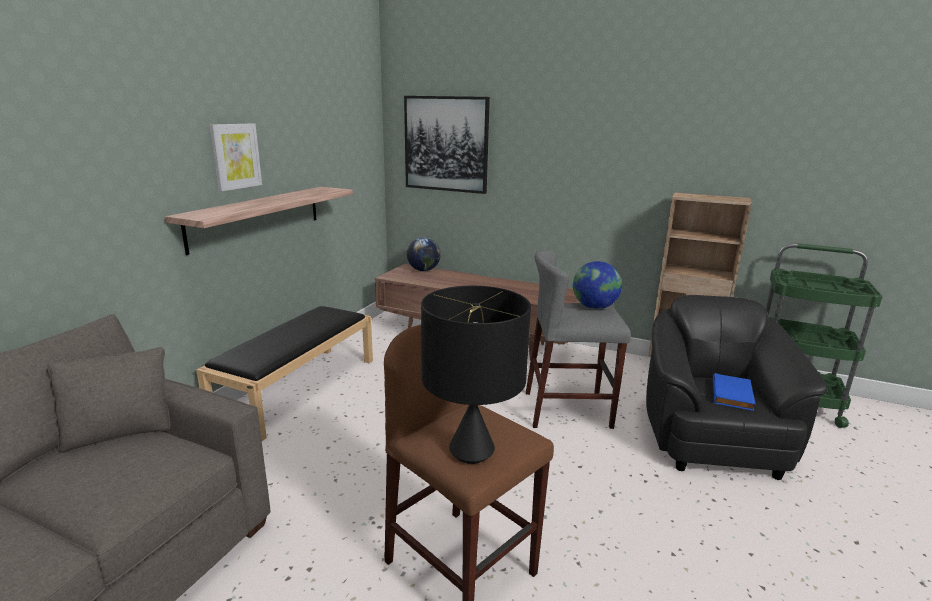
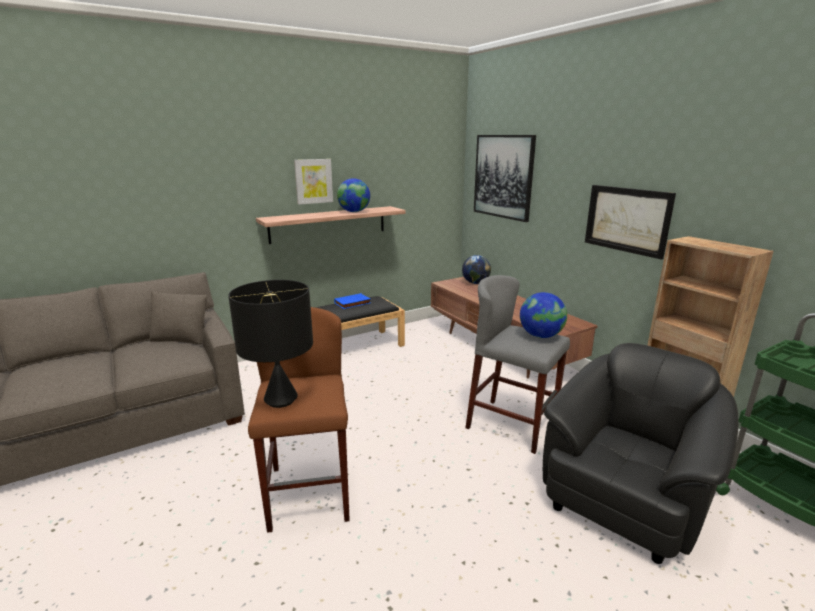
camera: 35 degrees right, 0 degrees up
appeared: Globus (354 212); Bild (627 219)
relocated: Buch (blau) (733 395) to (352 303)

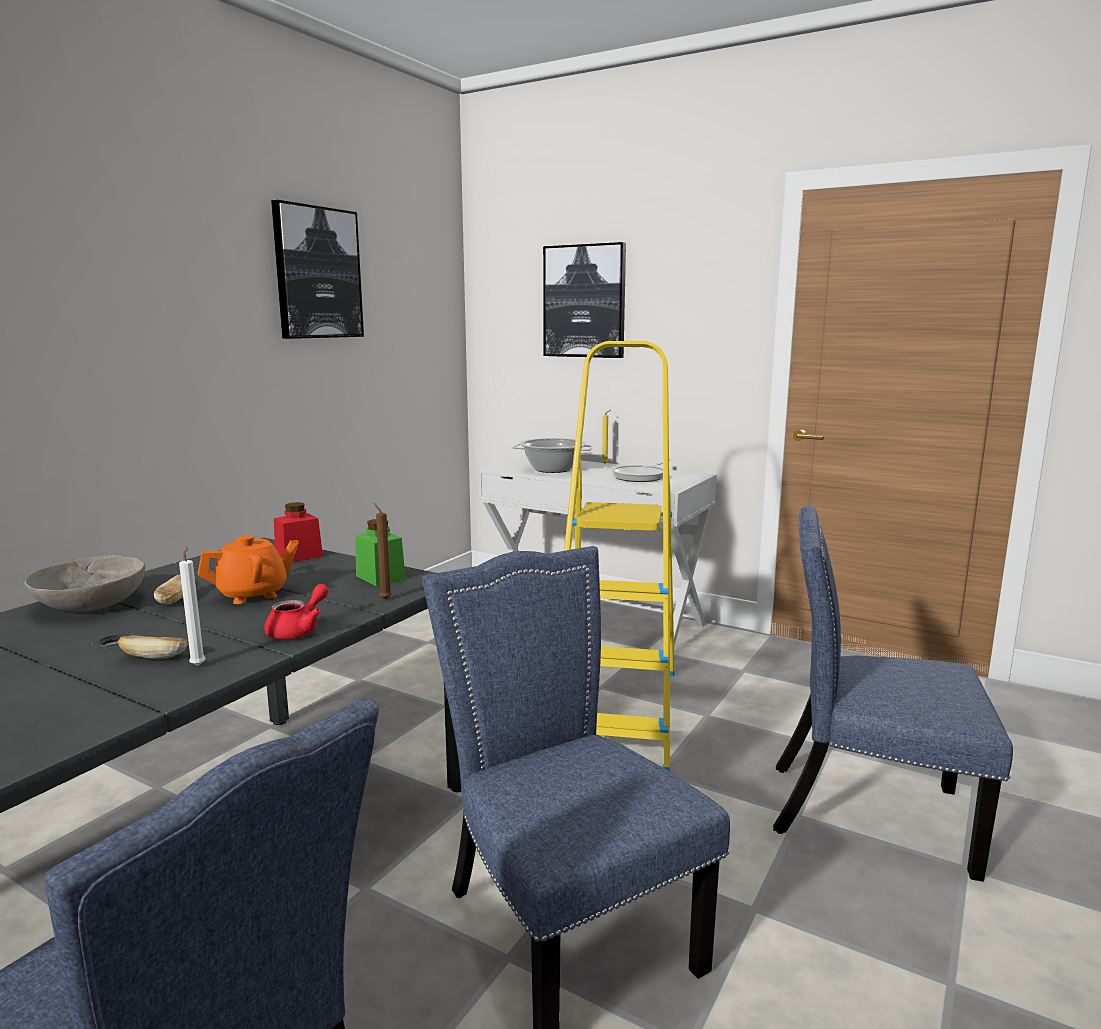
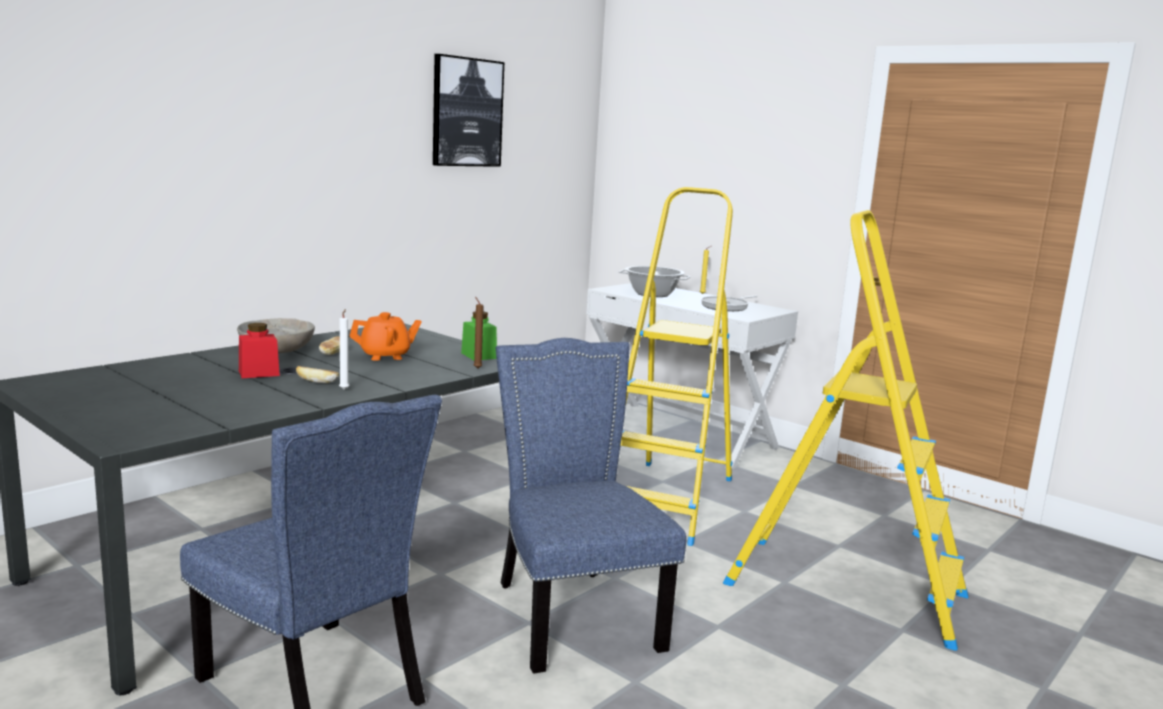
camera: 10 degrees right, 0 degrees up
missing: Bild (584 301); Teekanne (rot) (299 630)
relocated: Vorratsglas (rot) (299 556) to (259 373)
exchanged: Stuhl (blau) (873 815) to Trittleiter (gelb) (847 590)

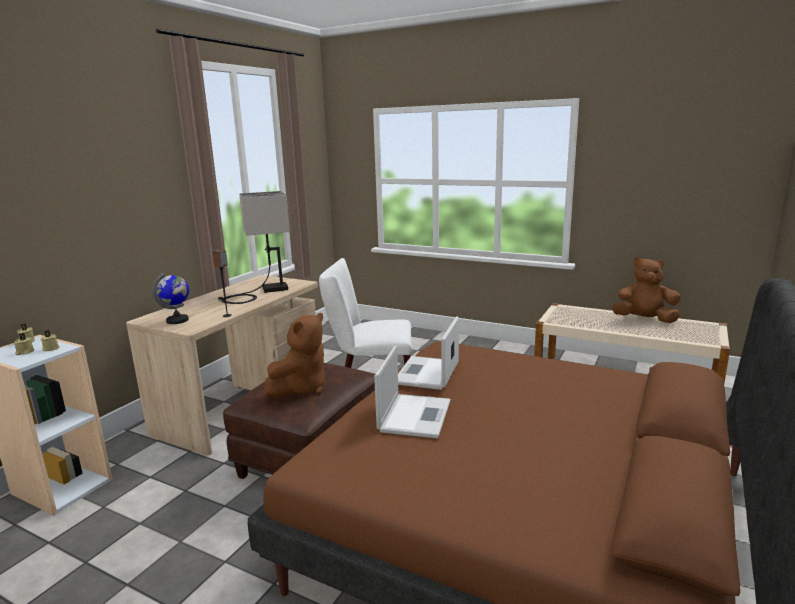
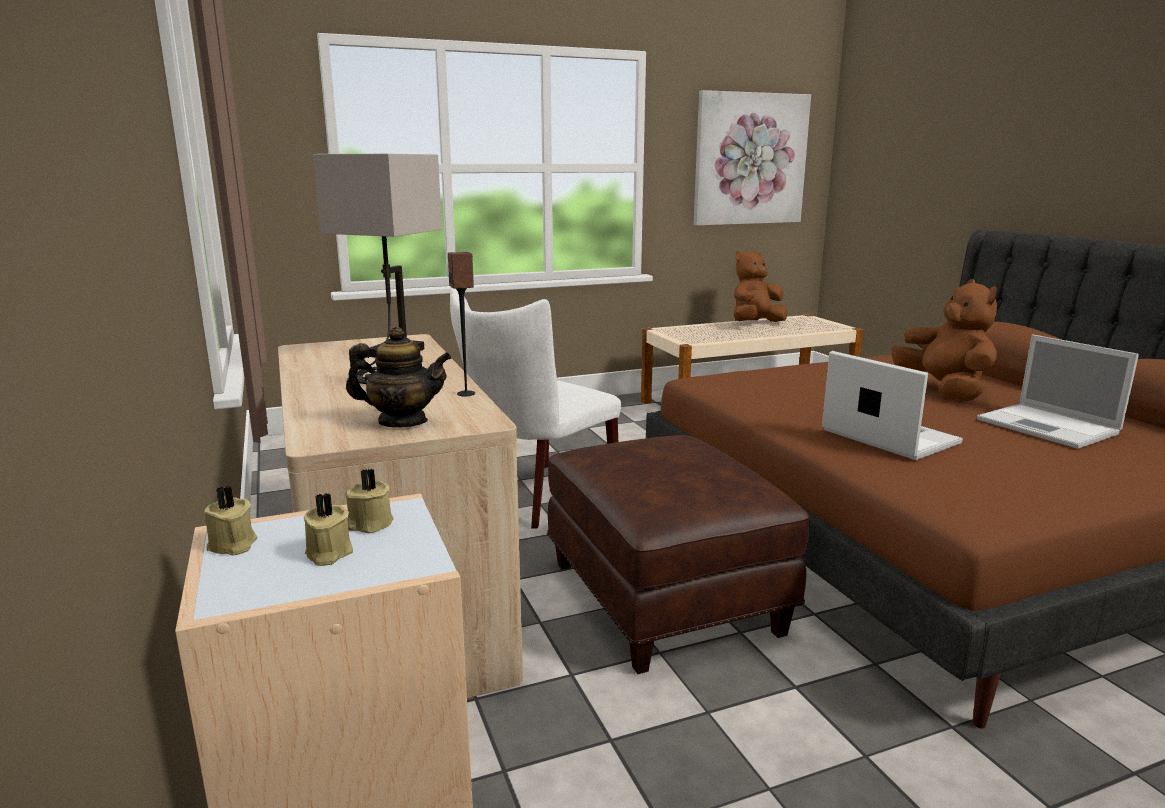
camera: 50 degrees left, 0 degrees up
appeared: Bild (750 159)
relocated: Plüschtier (braun) (301 388) to (944 391); Laptop (427 374) to (1049 427)
exchanged: Globus (178 320) to Teekanne (402 422)

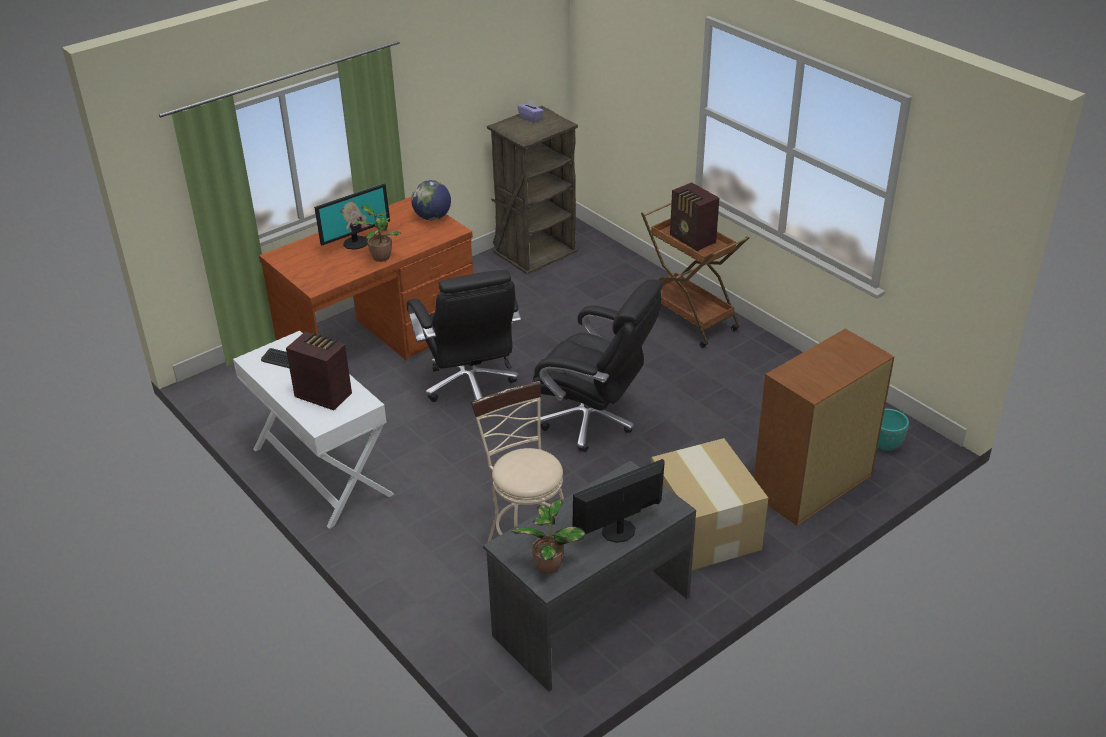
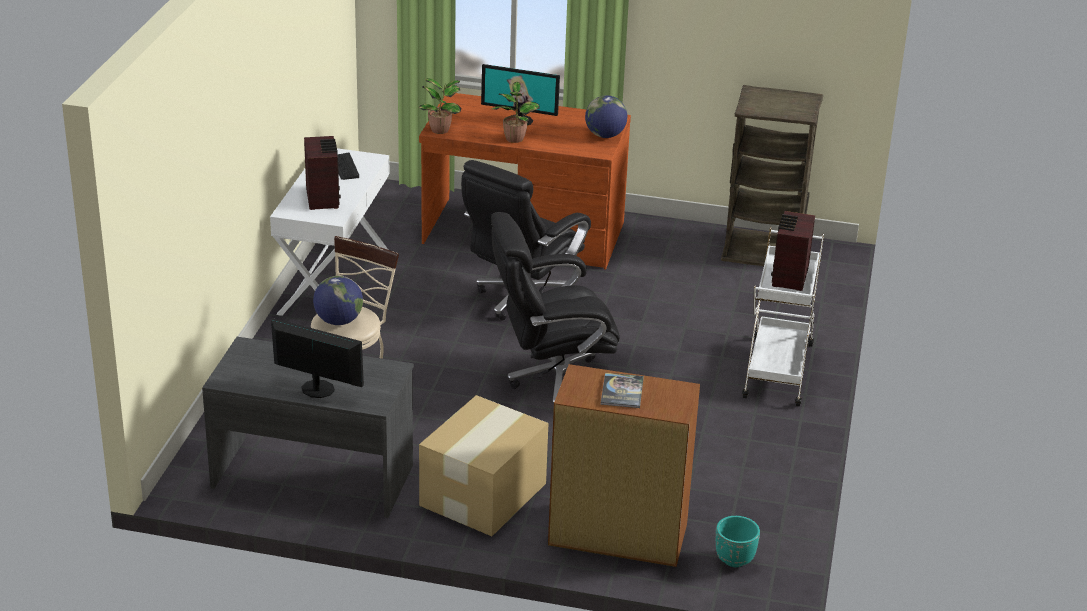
camera: 50 degrees right, 5 degrees down
missing: Taschentuchbox (lila) (531 118)
appeared: Globus (338 321); Buch (622 391)
relocated: Topfpflanze (549 564) to (441 130)
colour: Rollwagen (braun) (686 319) to Rollwagen (weiß) (777 372)
spun: Bürostuhl (schwarz) (593 423) = (552 382) 90 degrees clockwise

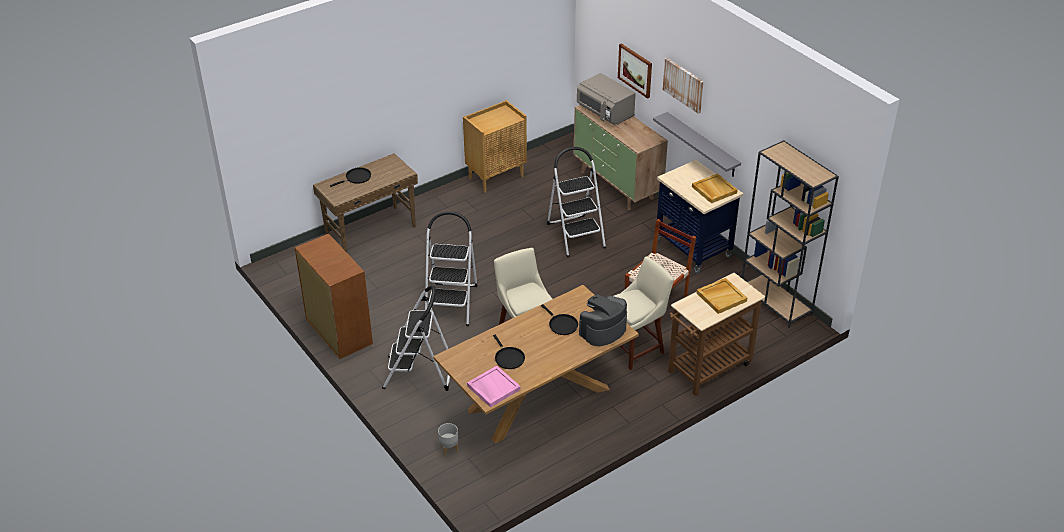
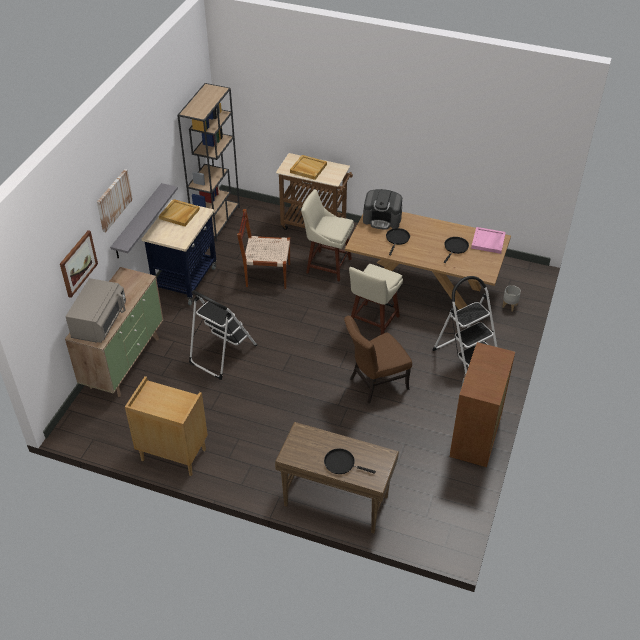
camera: 125 degrees left, 5 degrees up
exchanged: Trittleiter (452 303) to Stuhl (braun) (375 384)

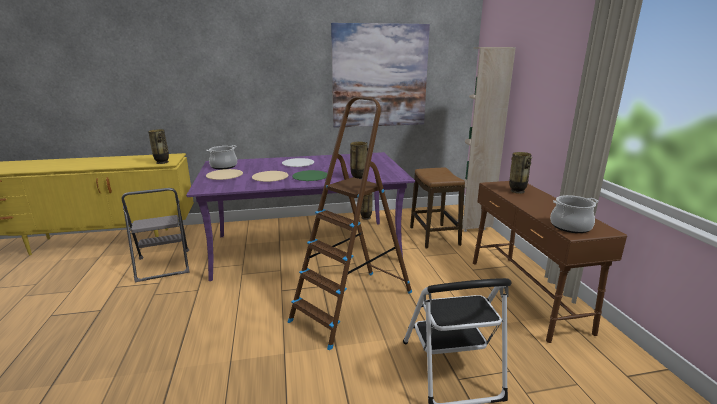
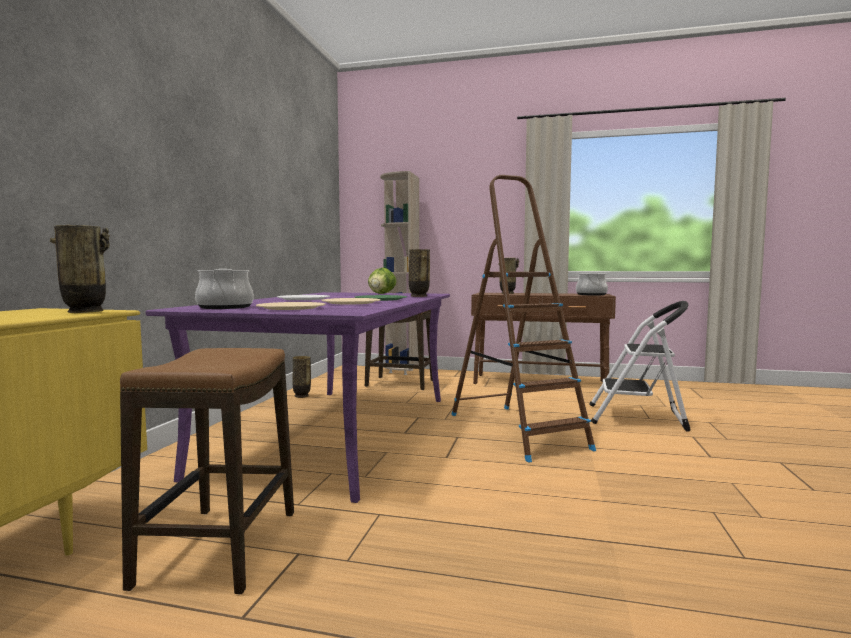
camera: 65 degrees left, 15 degrees down
missing: Bild (379 76)
appeared: Salatkopf (381 293)
exchanged: Trittleiter (grau) (163 266) to Hocker (220 548)

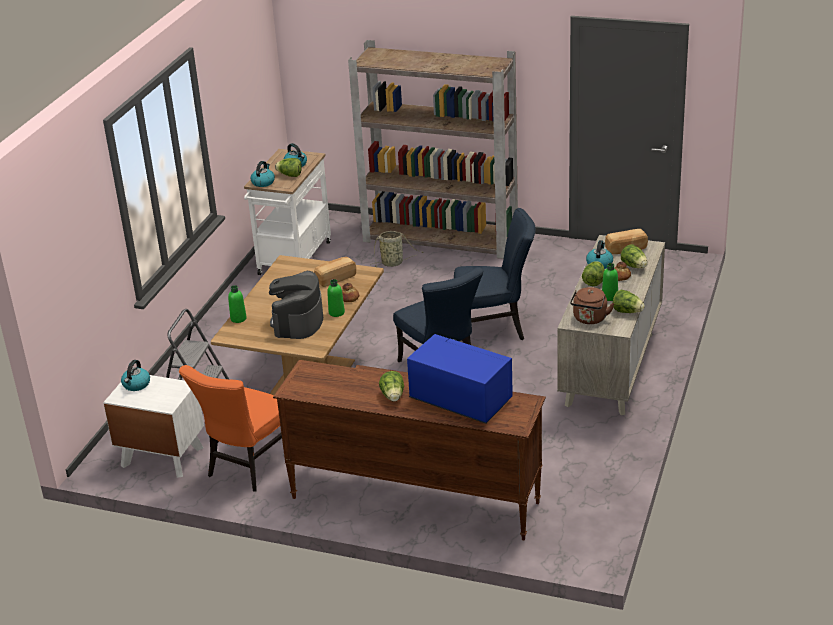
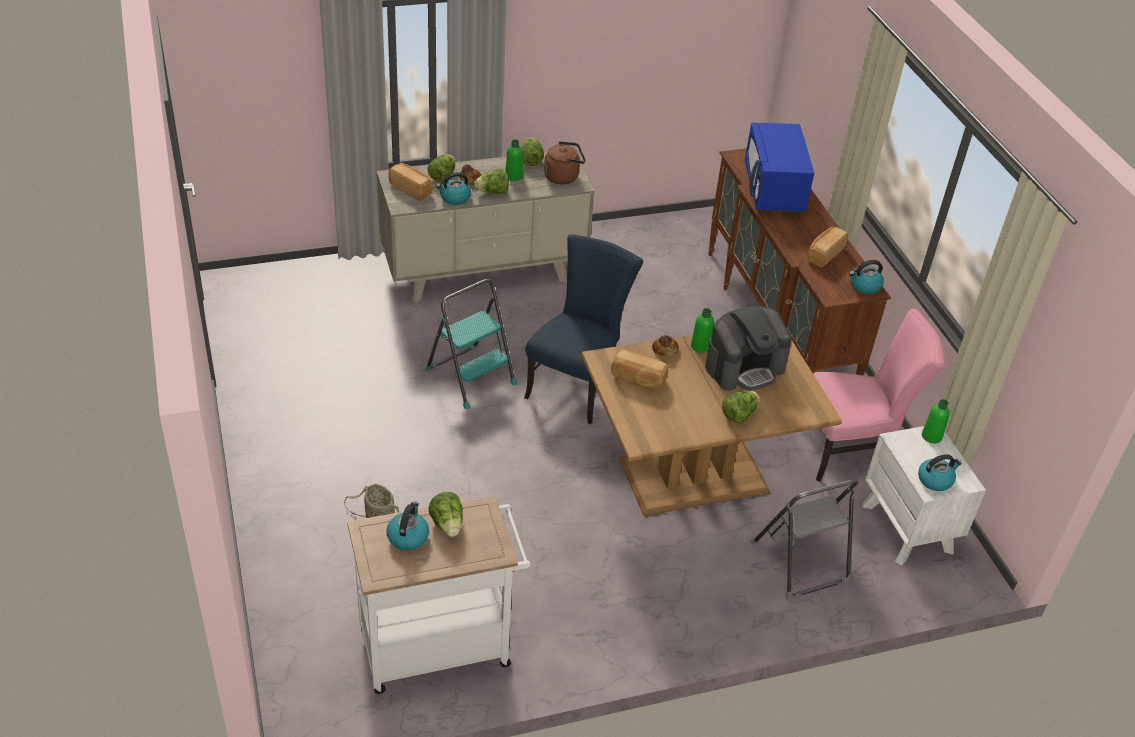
camera: 130 degrees left, 10 degrees up
missing: Bücherregal (braun) (440 238)
appeared: Brot (824 254)
relocated: Wasserkessel (263 182) to (864 286); Flasche (grün) (238 319) to (931 436); Salatkopf (393 397) to (739 414)
exchanged: Stuhl (blau) (495 328) to Trittleiter (türkis) (469 374)
colour: Stuhl (orange) (247 467) to Stuhl (rosa) (852 451)

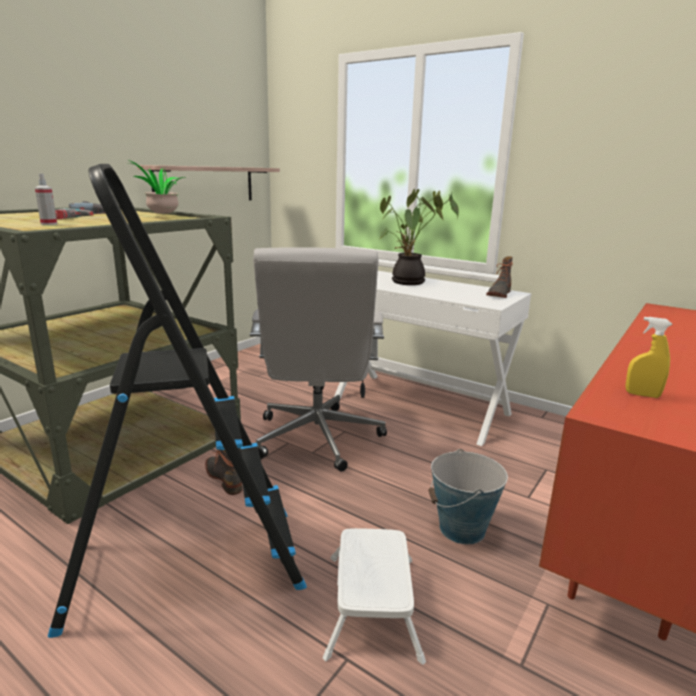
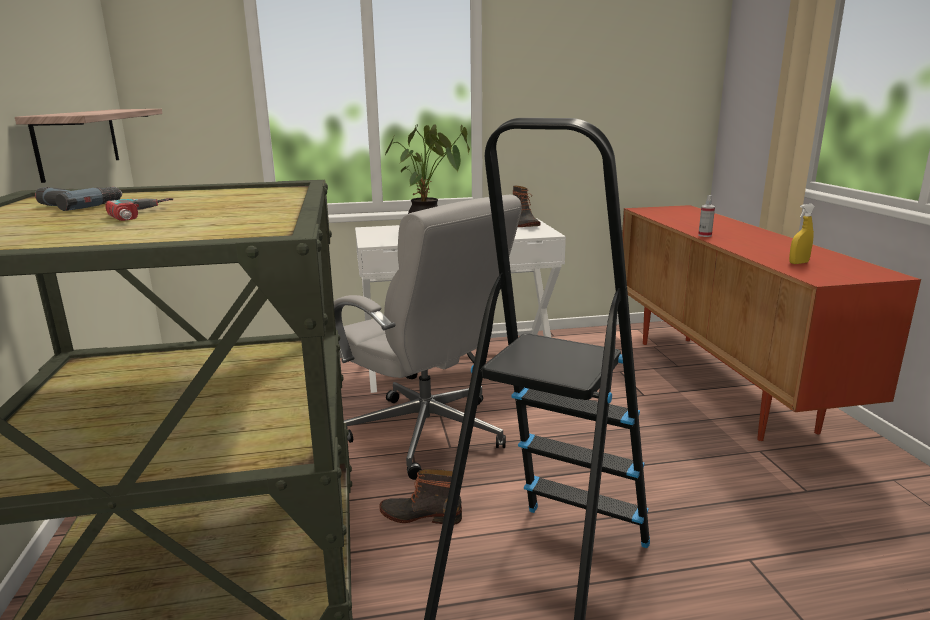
camera: 45 degrees left, 0 degrees up
missing: Topfpflanze (161 215); Eimer (462 529); Trittleiter (weiß) (371 604)
relocated: Sprühflasche (49 224) to (705 235)

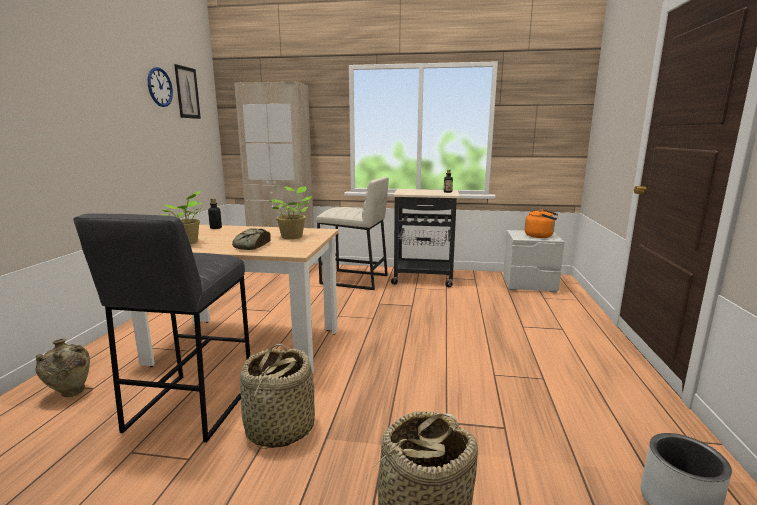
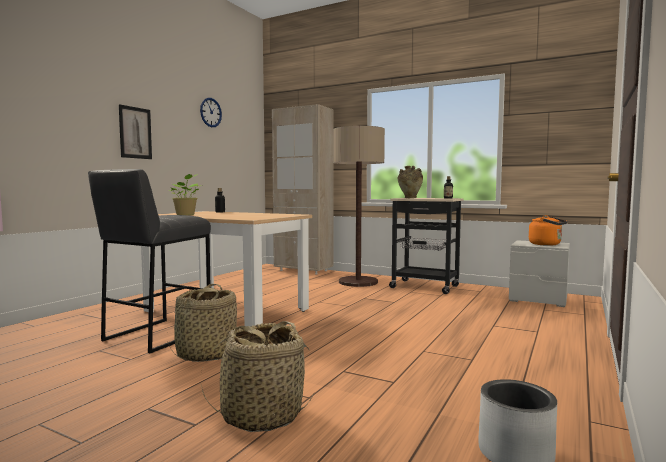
camera: 20 degrees right, 10 degrees down
missing: Topfpflanze (293 236); Brot (251 246)
relocated: Bild (187 92) to (135 133); Vase (beige) (70 394) to (410 198)
exchanged: Hocker (beige) (354 279) to Stehlampe (358 282)

